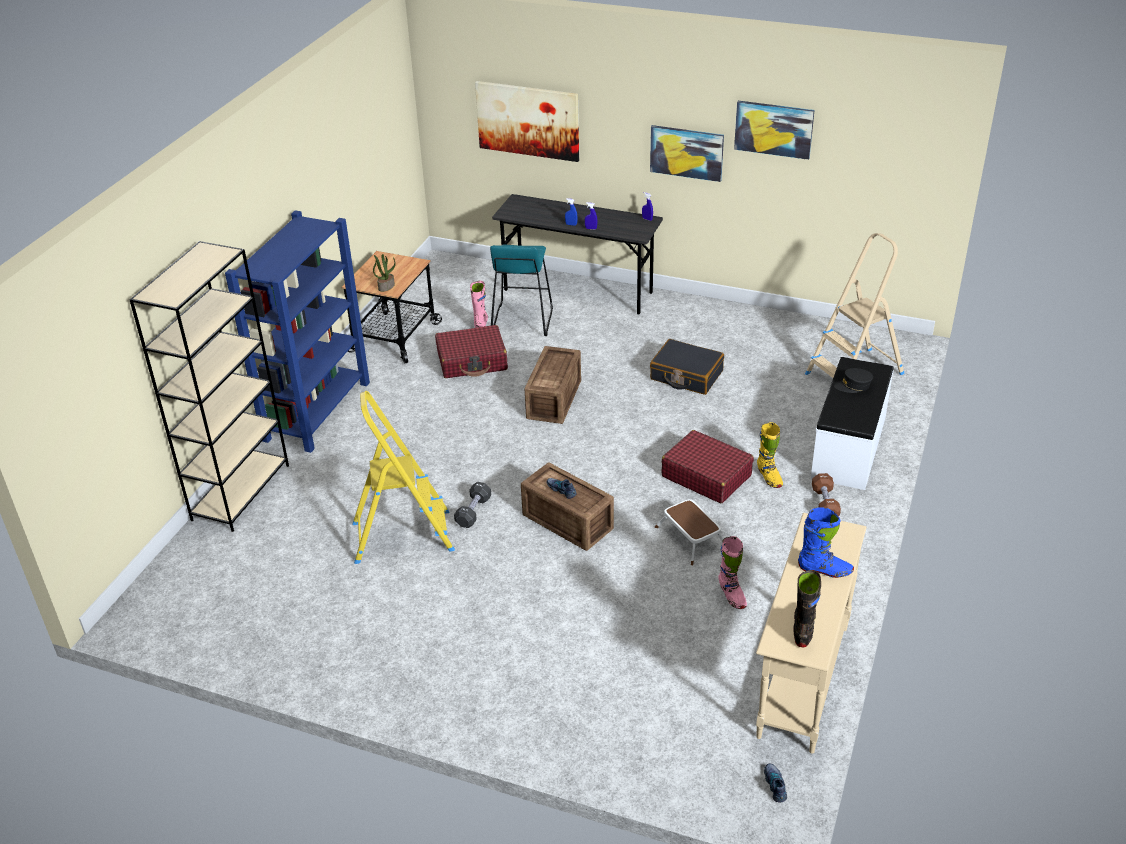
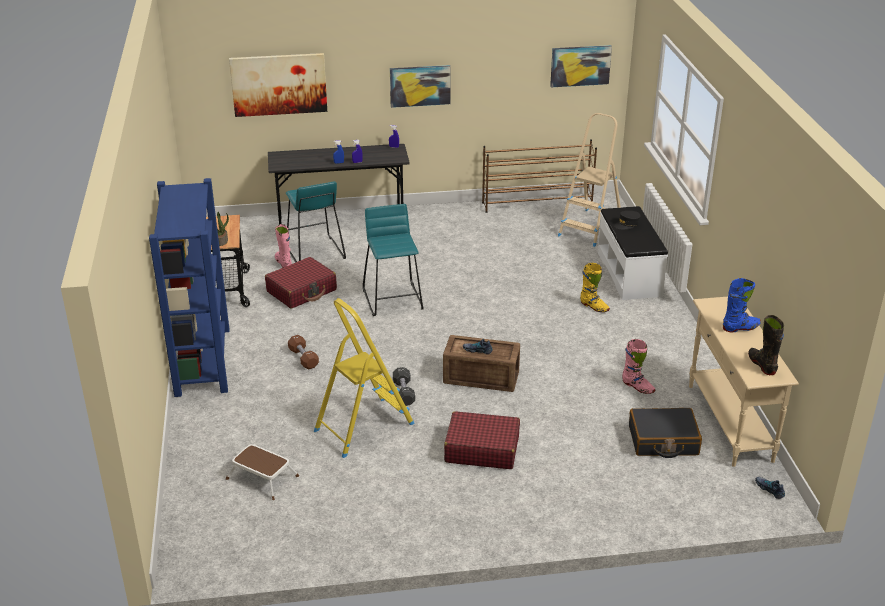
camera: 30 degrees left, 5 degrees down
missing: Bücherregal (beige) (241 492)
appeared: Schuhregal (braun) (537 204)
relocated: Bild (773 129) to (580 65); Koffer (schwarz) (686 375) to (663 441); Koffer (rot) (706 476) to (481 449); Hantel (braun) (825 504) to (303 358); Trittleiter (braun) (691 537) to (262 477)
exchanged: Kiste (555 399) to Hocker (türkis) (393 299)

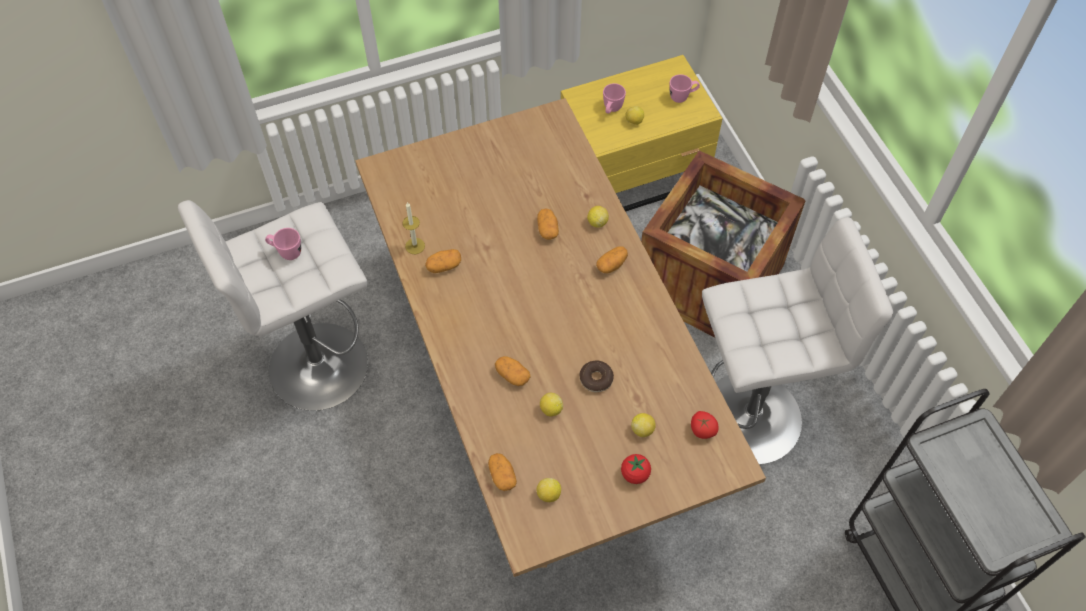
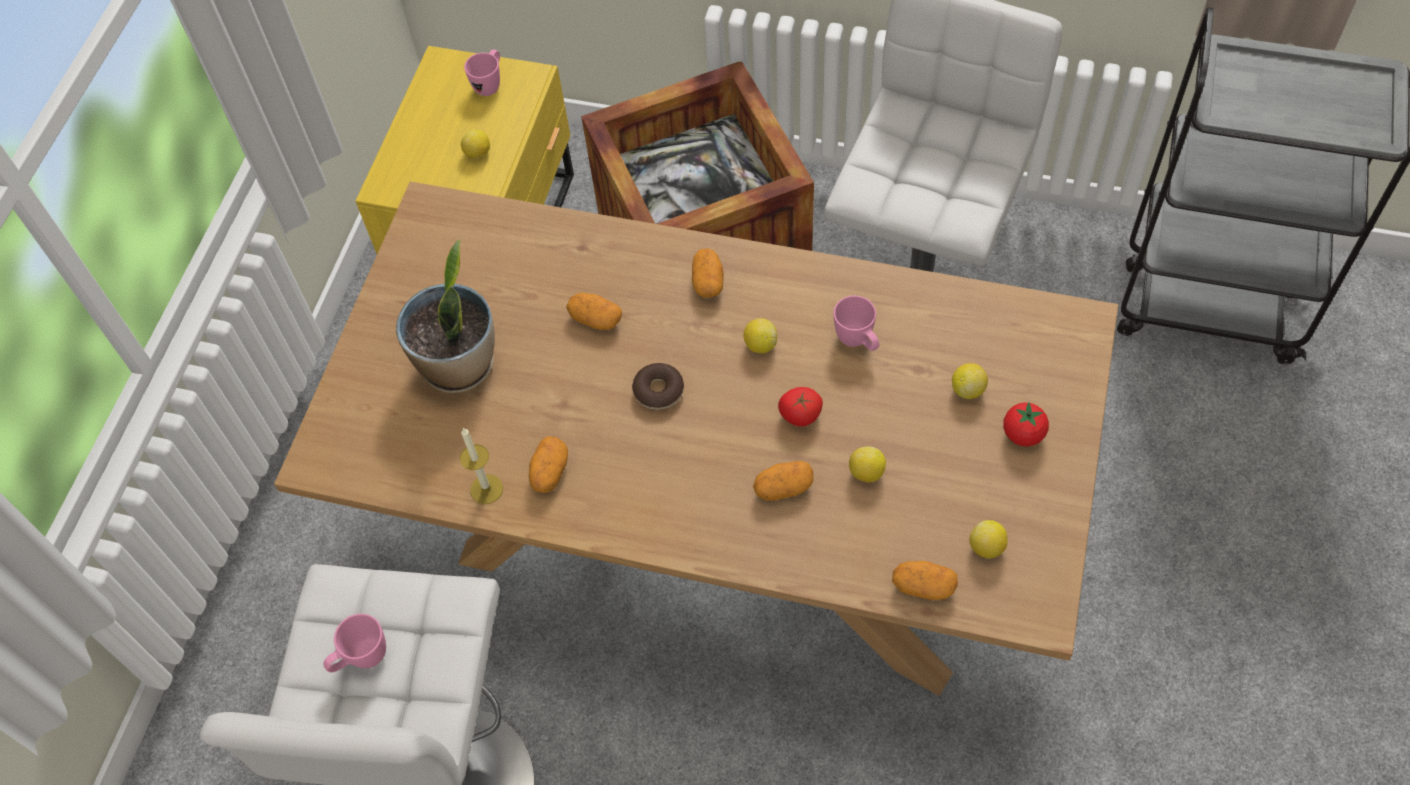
camera: 50 degrees left, 0 degrees up
appeared: Topfpflanze (460 365)
relocated: Henkelbecher (rosa) (611 110) to (858 342); Zitrone (597 222) to (760 345); Donut (596 379) to (658 391); Tomate (702 430) to (799 415)

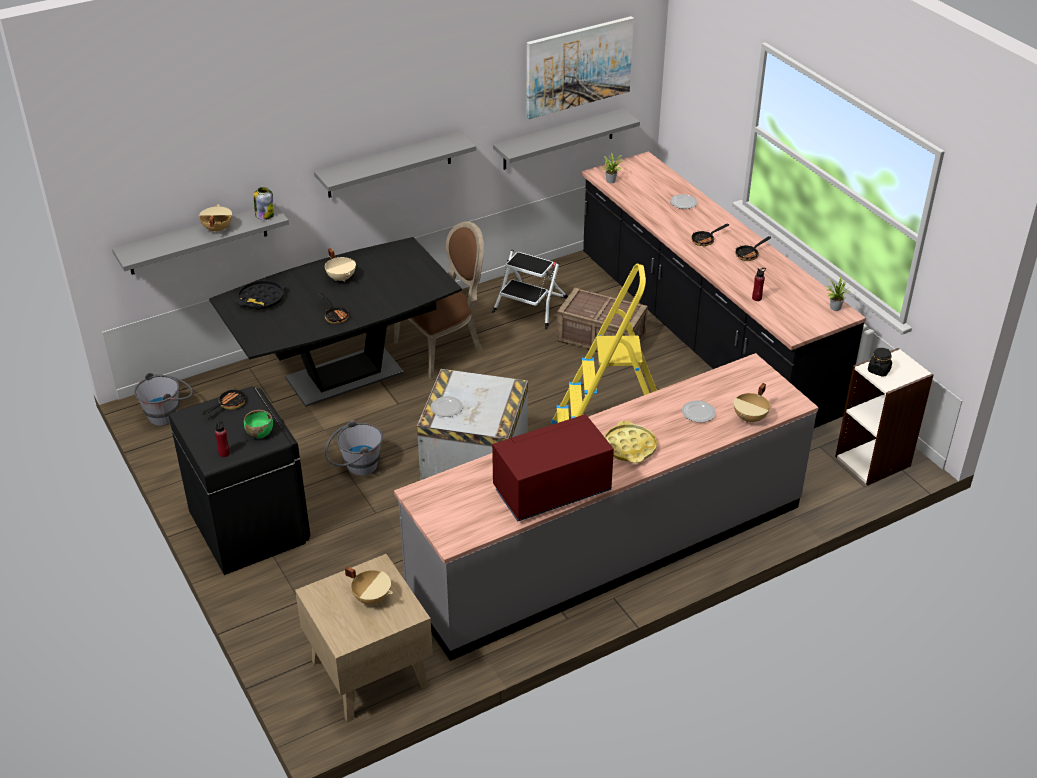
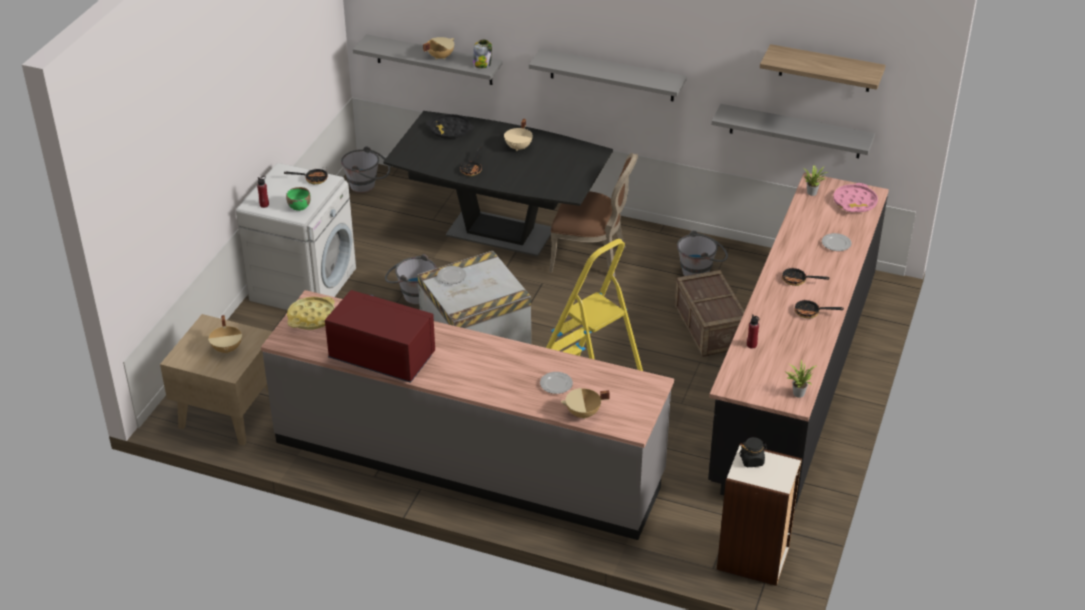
camera: 50 degrees right, 0 degrees up
appeared: Tablett (rosa) (854 202)
relocated: Tablett (gelb) (629 447) to (311 317)
exchanged: Bild (578 66) to Wandregal (825 68); Trittleiter (531 306) to Eimer (grau) (701 271)
colour: Waschmaschine (schwarz) (250 524) to Waschmaschine (weiß) (305 283)

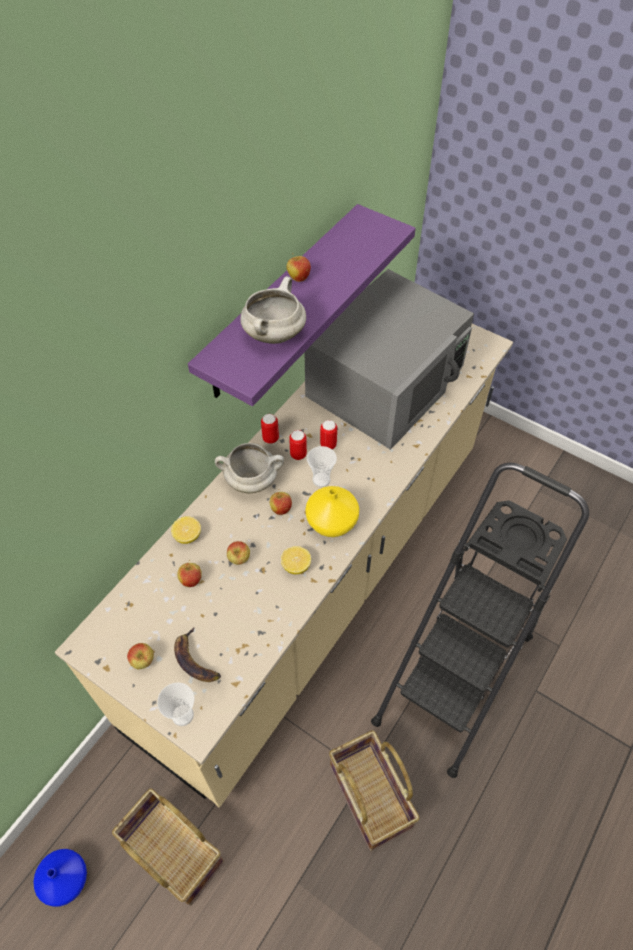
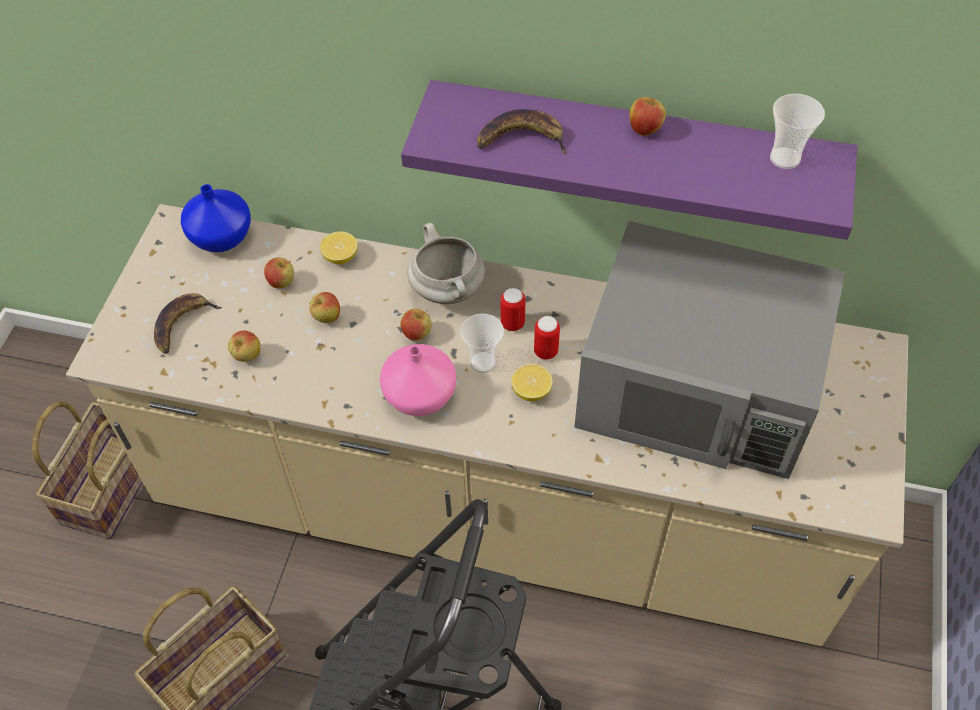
camera: 70 degrees right, 0 degrees up
missing: Dose (270 438)
relocated: Zitrone (296 566) to (531 391); Apfel (143 661) to (247 356); Tasse (182 715) to (785 158); Vase (blau) (65 879) to (221 236)
exchanged: Kochtopf (weiß) (274 334) to Banane (522 139)
colour: Vase (gelb) (333 522) to Vase (rosa) (420 397)

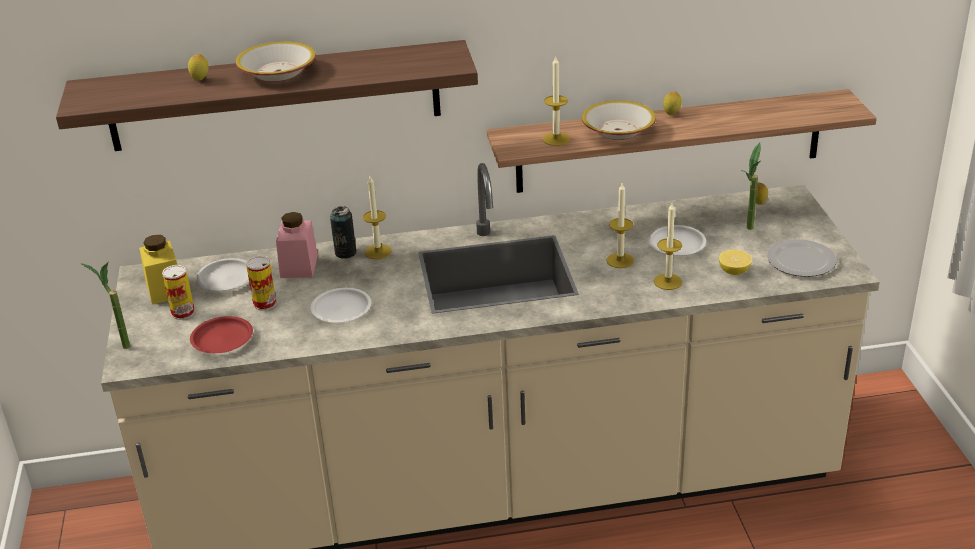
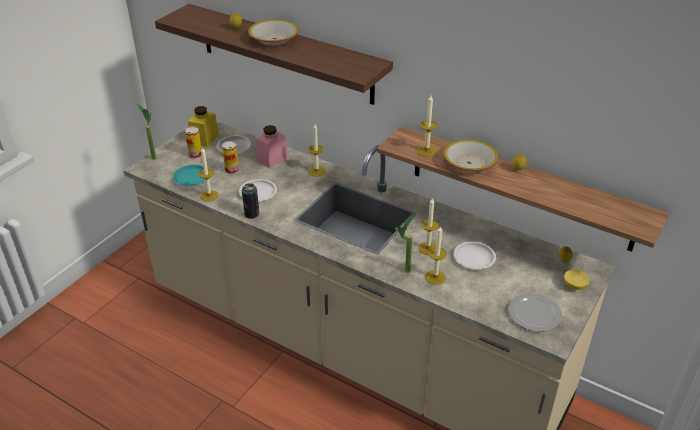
camera: 40 degrees right, 5 degrees up
appeared: Kerze (209 196)
relocated: Topfpflanze (749 231) to (403 273); Dose (345 253) to (251 214); Zitrone (734 271) to (574 286)
colour: Teller (rot) (222 339) to Teller (türkis) (192 178)

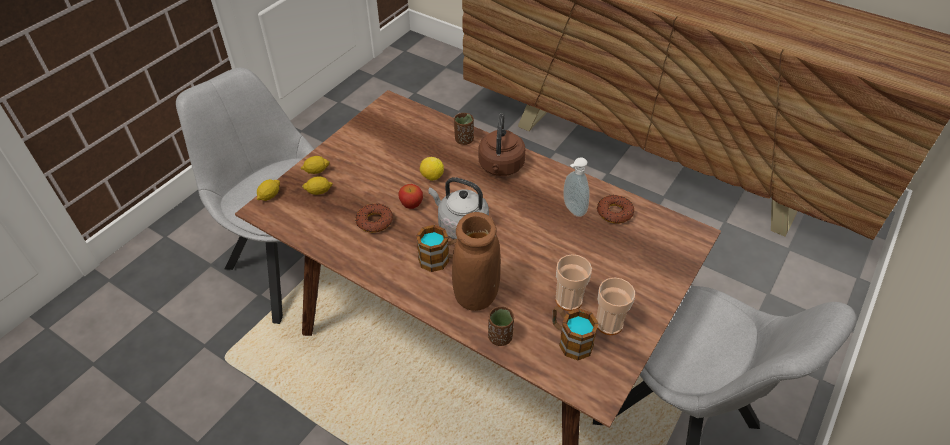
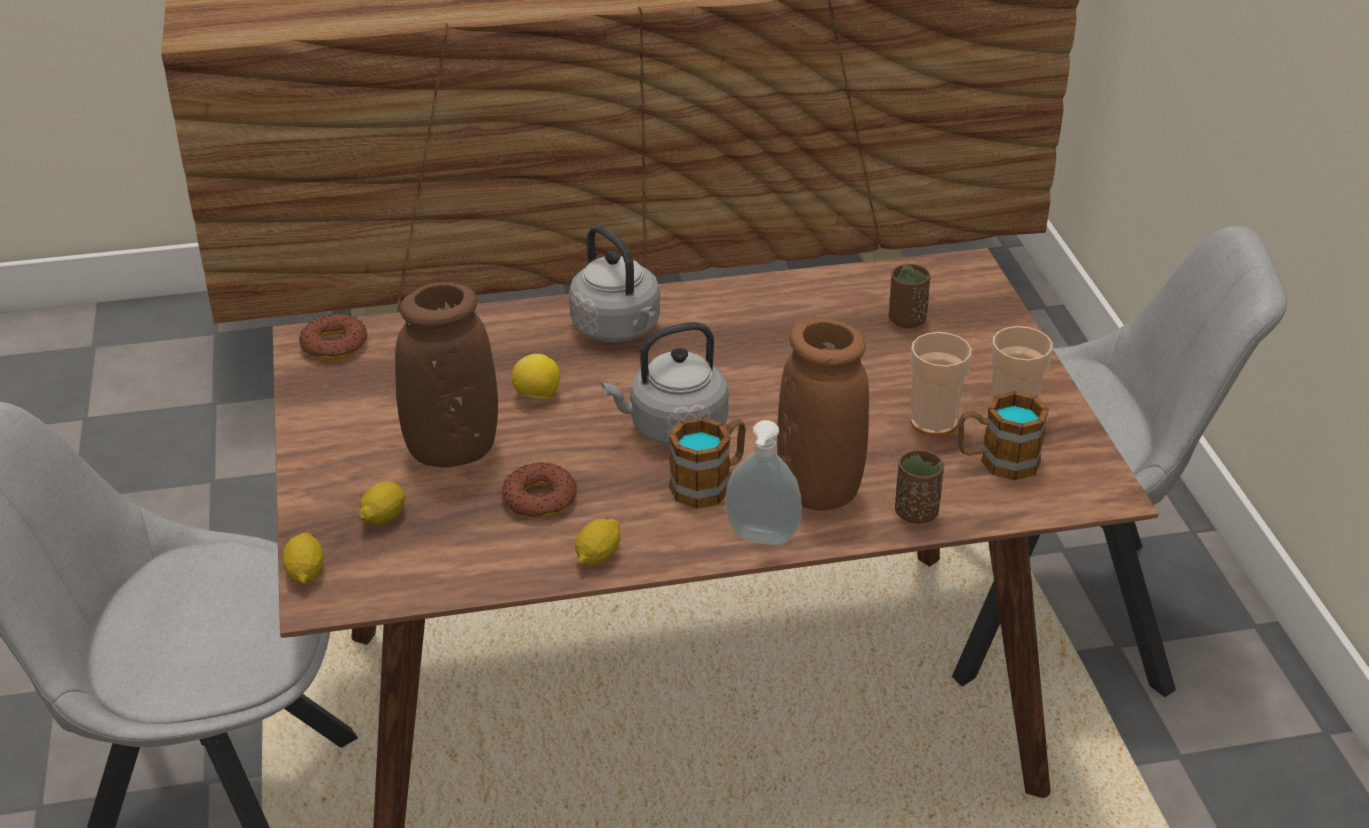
camera: 45 degrees left, 10 degrees down
missing: Apfel (411 204)
appeared: Vase (braun) (452 450)
relocated: Tasse (braun) (464 140) to (906 320); Zitrone (316 171) to (598 556); Seifenspender (572 210) to (761 539); Donut (614 212) to (334 345)
colour: Wasserkessel (braun) (501 167) to Wasserkessel (grau) (618 329)

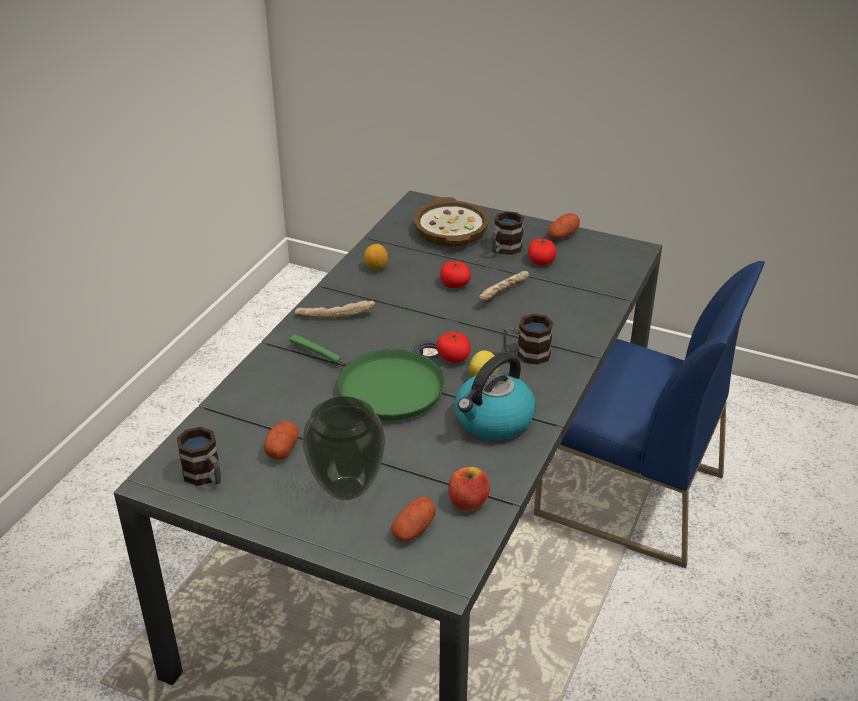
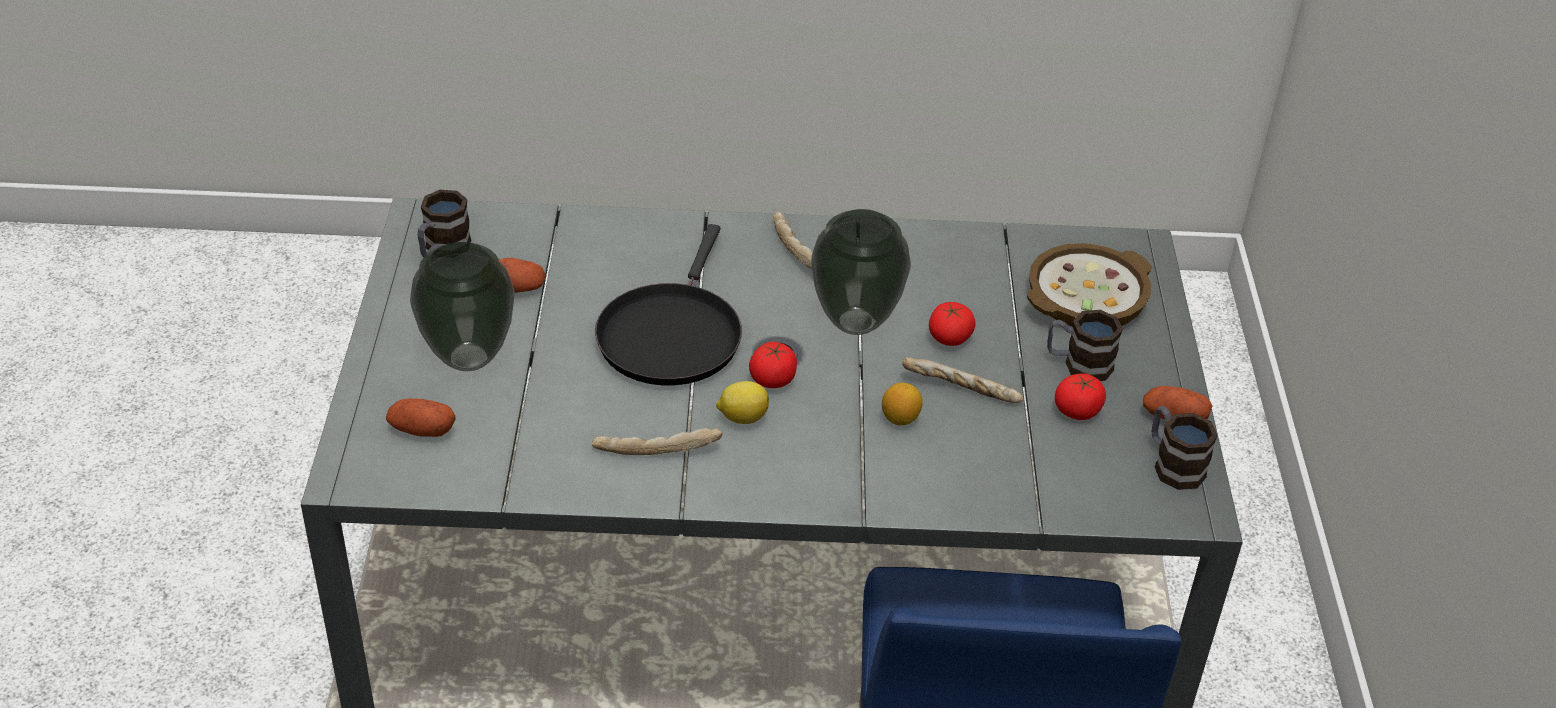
camera: 65 degrees right, 5 degrees up
missing: Apfel (468 502)
appeared: Vase (854 323)
relocated: Zitrone (376 267) to (900 418); Henkelbecher (526 355) to (1172 464)
exchanged: Wasserkessel (493 421) to Brot (657 448)
colour: Pfanne (grün) (383 388) to Pfanne (schwarz) (671 335)

